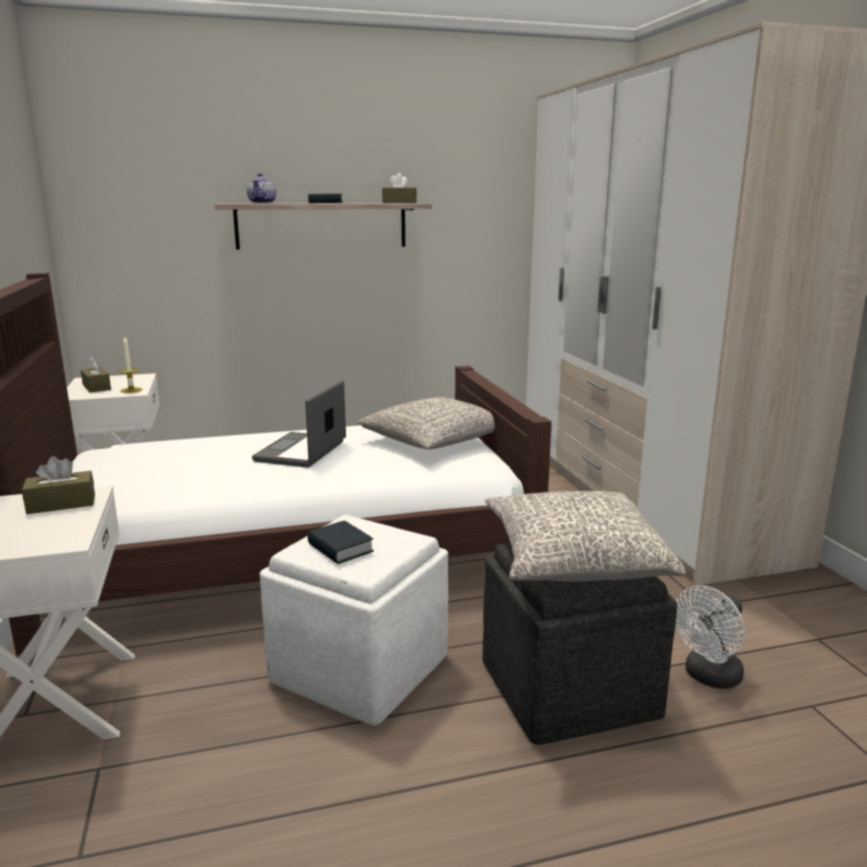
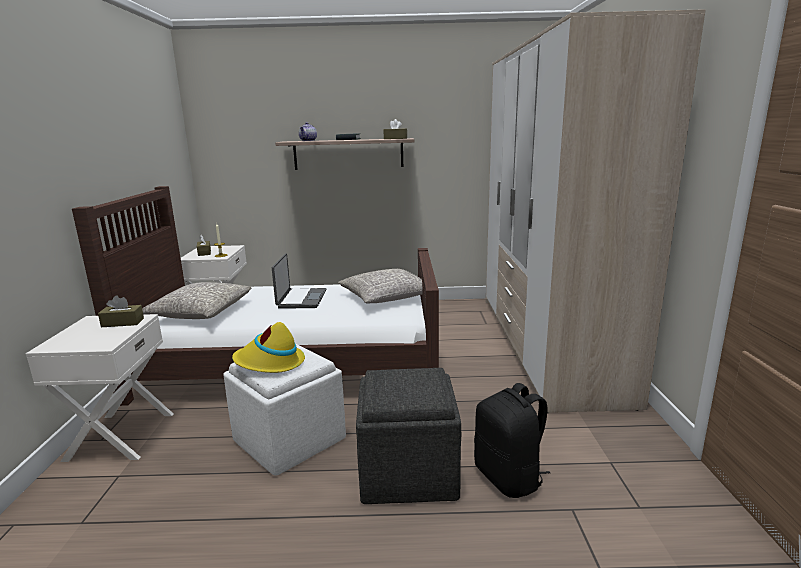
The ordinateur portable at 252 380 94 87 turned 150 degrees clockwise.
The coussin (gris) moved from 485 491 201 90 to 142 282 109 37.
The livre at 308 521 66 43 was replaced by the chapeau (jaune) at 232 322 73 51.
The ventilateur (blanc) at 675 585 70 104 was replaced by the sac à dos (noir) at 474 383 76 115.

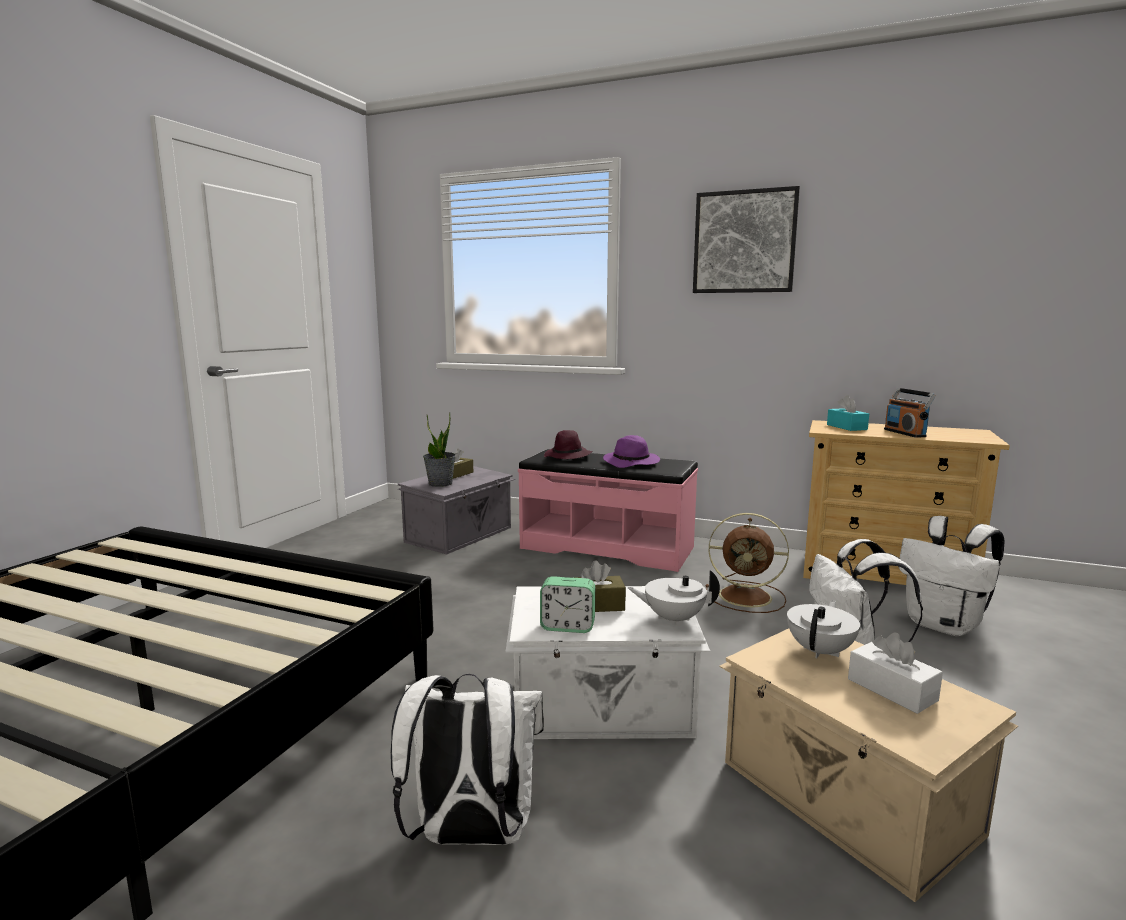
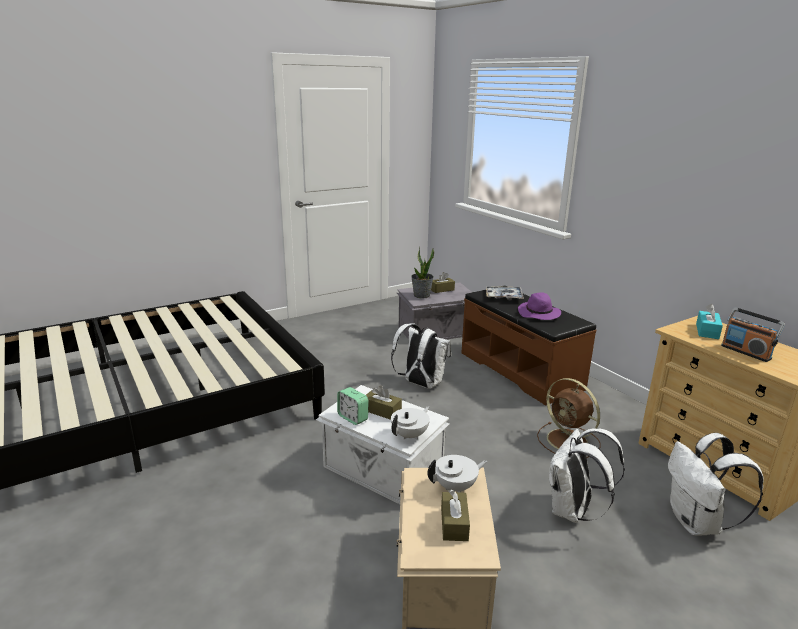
The tableau at 693 186 107 107 disappeared.
The radio at 884 388 52 50 turned 60 degrees counterclockwise.
The chapeau (violet) at 544 430 49 29 was replaced by the plateau at 486 286 38 14.
The banc (rose) at 518 449 180 123 became the banc (marron) at 461 285 135 121.
The théière (blanc) at 628 570 92 56 turned 90 degrees clockwise.
The boîte à mouchoirs (blanc) at 848 633 95 81 became the boîte à mouchoirs (marron) at 441 490 29 51.
The sac à dos (blanc) moved from 391 674 153 171 to 391 323 60 65.

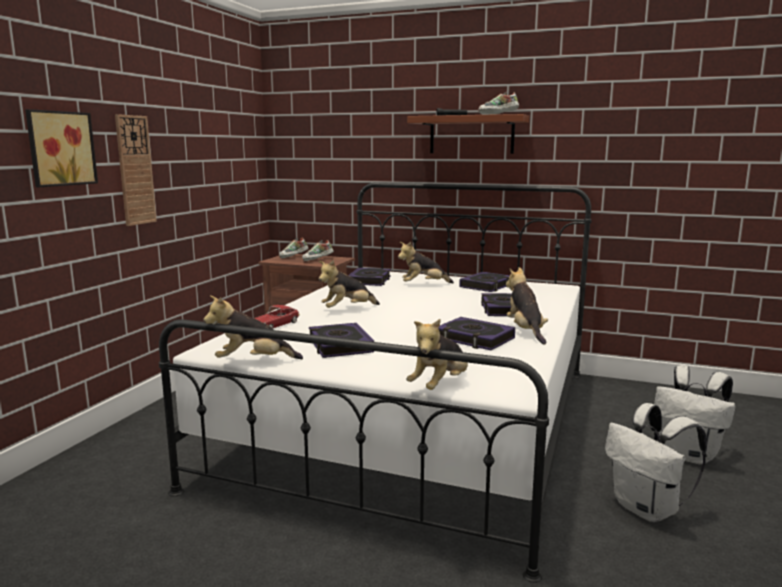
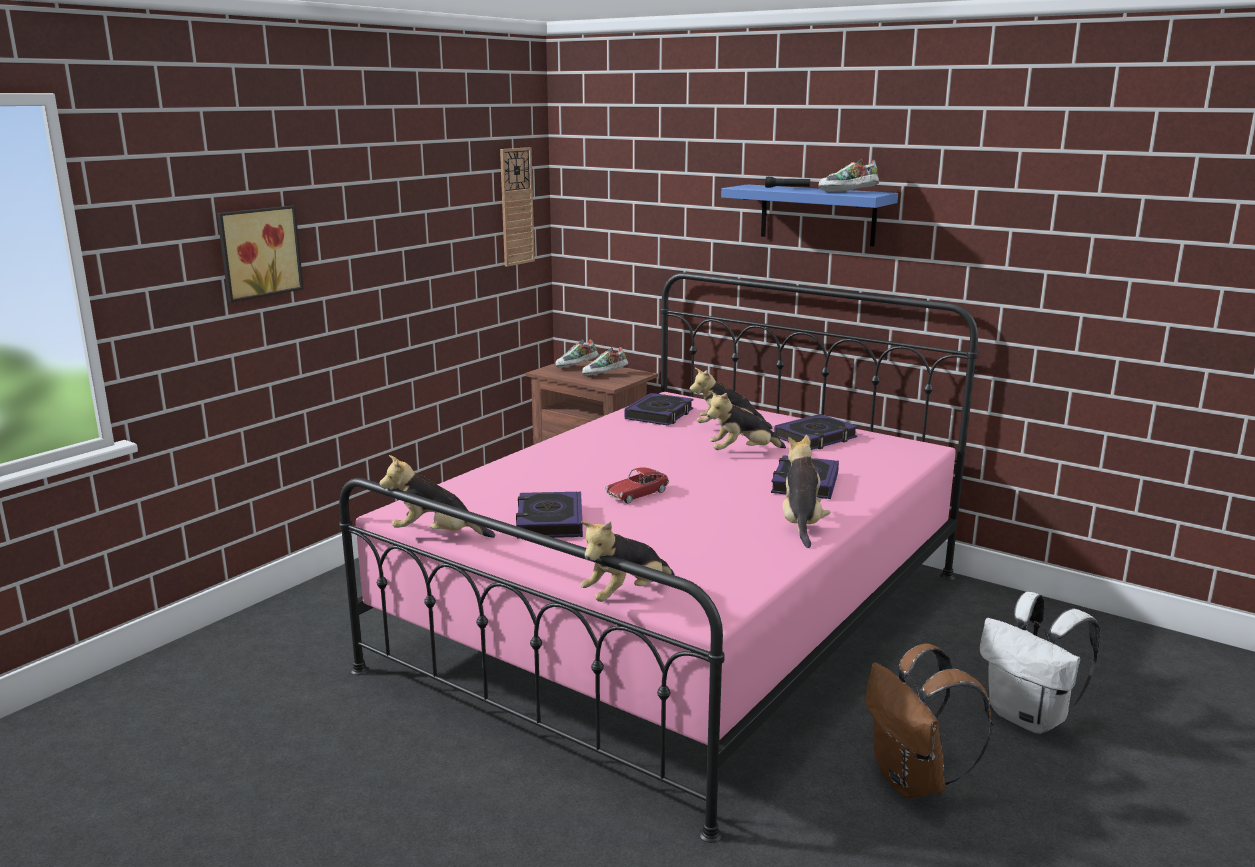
The horloge murale moved from 115 114 42 112 to 500 147 35 120.
The étagère (marron) at 407 114 122 40 became the étagère (bleu) at 721 184 177 62.
The lit (blanc) at 159 183 433 400 became the lit (rose) at 339 272 639 571.
The peluche moved from 319 260 61 48 to 707 391 79 59.
The petite voiture moved from 254 305 46 24 to 605 467 64 37.
The livre at 439 317 76 33 disappeared.
The sac à dos (blanc) at 605 403 102 119 became the sac à dos (marron) at 866 643 127 156.

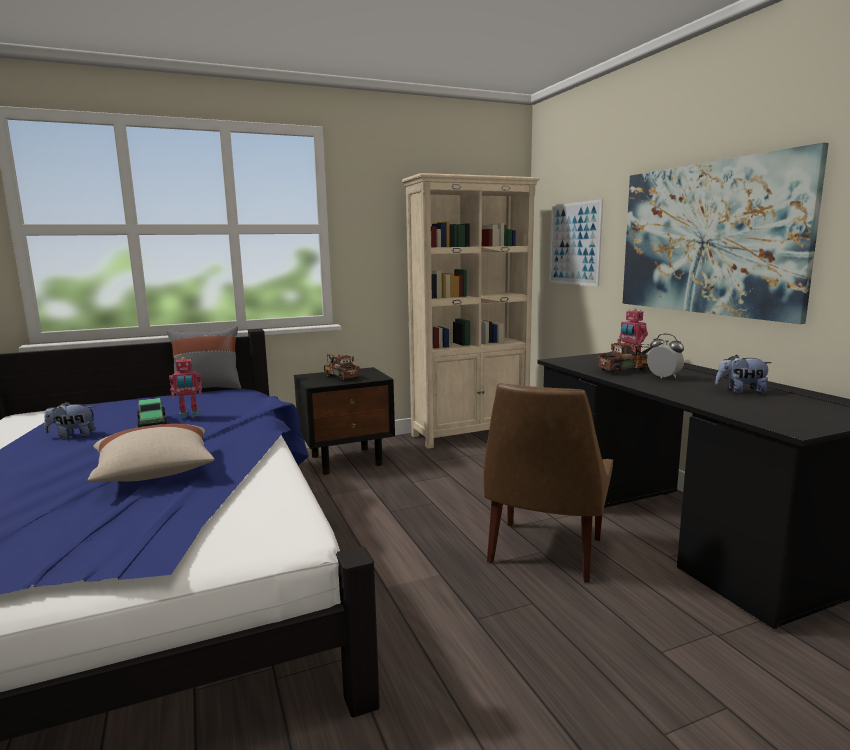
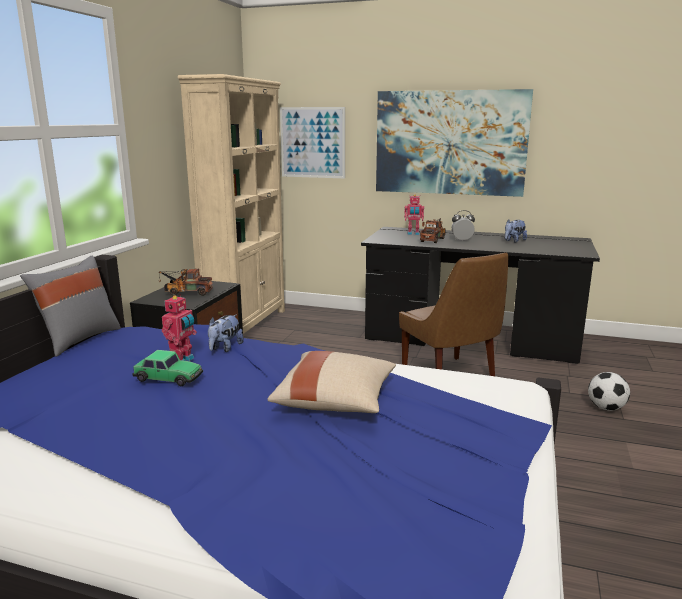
The peluche moved from 44 401 51 38 to 208 314 36 38.
The ballon de foot at 588 372 42 39 appeared.

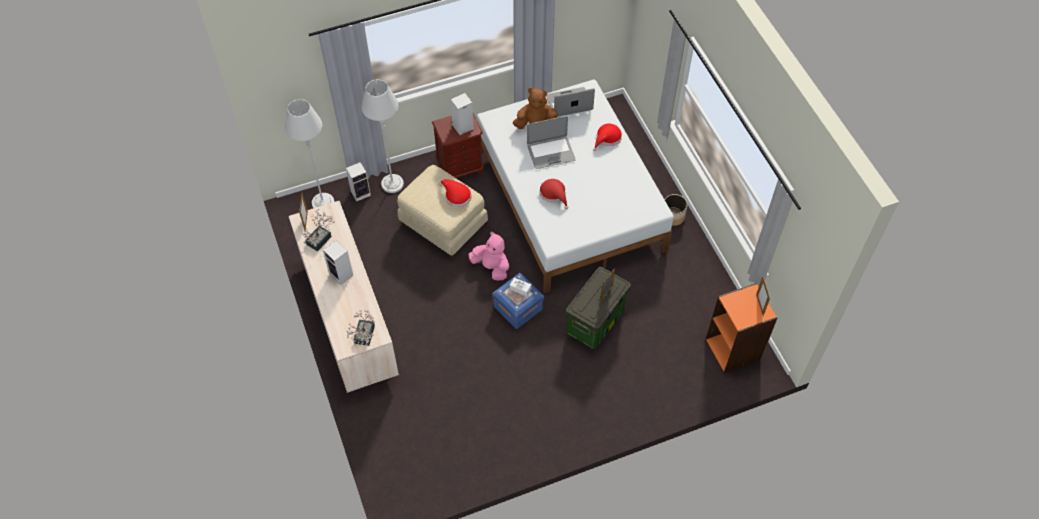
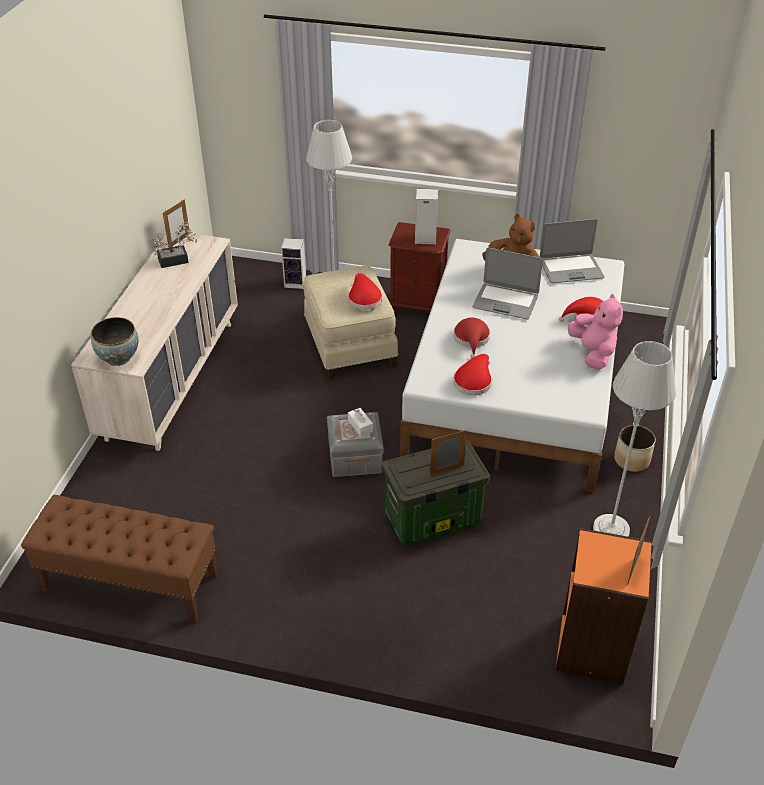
The ordinateur portable at 546 87 49 30 turned 150 degrees clockwise.
The lampadaire (gris) moved from 285 99 50 109 to 593 341 83 196.
The peluche (rose) moved from 468 232 41 49 to 568 294 55 76.
The enceinte at 323 240 30 45 disappeared.
The boîte de rangement (bleu) at 492 273 52 56 became the boîte de rangement (gris) at 327 412 57 65.
The plante en pot at 347 310 28 36 was replaced by the bol at 91 317 48 49.
The chapeau (rouge) at 453 354 39 41 appeared.
The banc (marron) at 21 495 197 128 appeared.

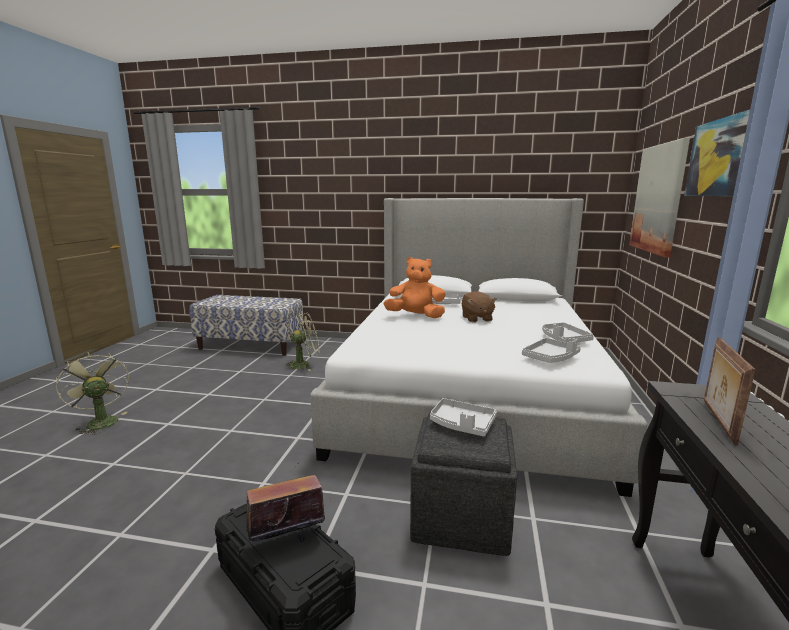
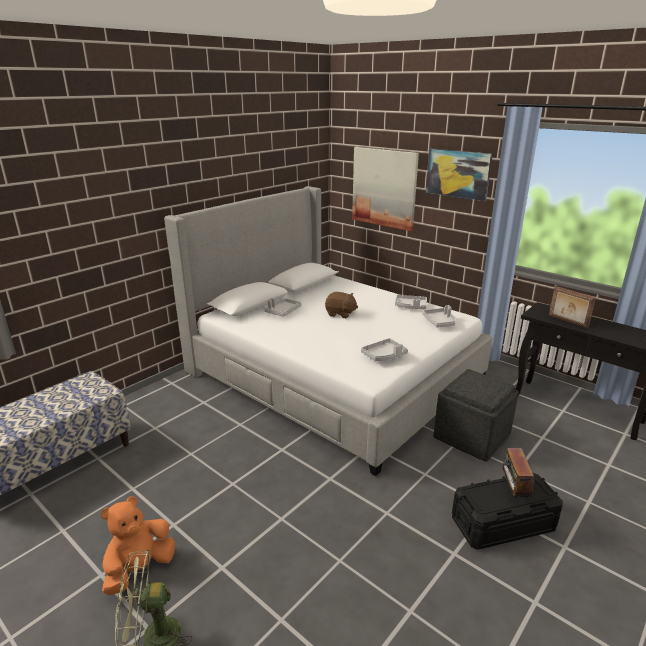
The peluche (orange) moved from 383 257 63 61 to 101 496 74 99.
The ventilateur (vert) at 283 313 37 58 disappeared.
The plateau (gris) moved from 430 398 67 39 to 361 338 47 23.

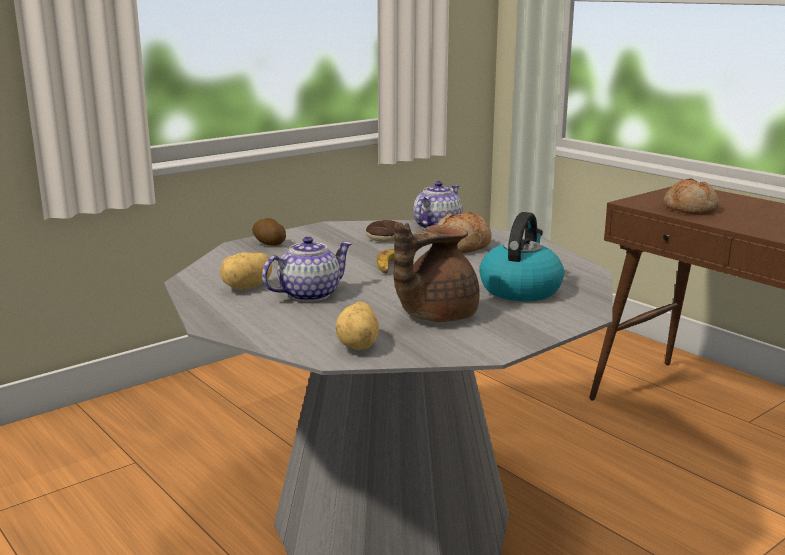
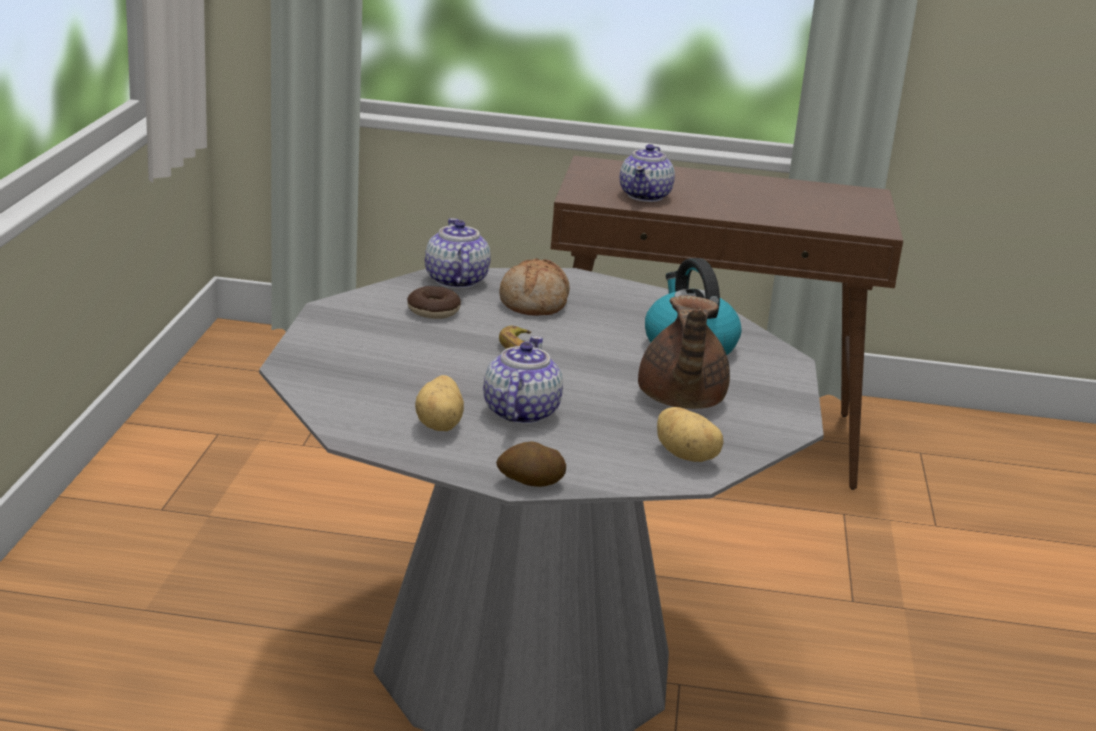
The pain at 664 178 55 37 was replaced by the théière at 620 144 55 58.
The pomme de terre moved from 252 218 34 28 to 496 441 70 46.

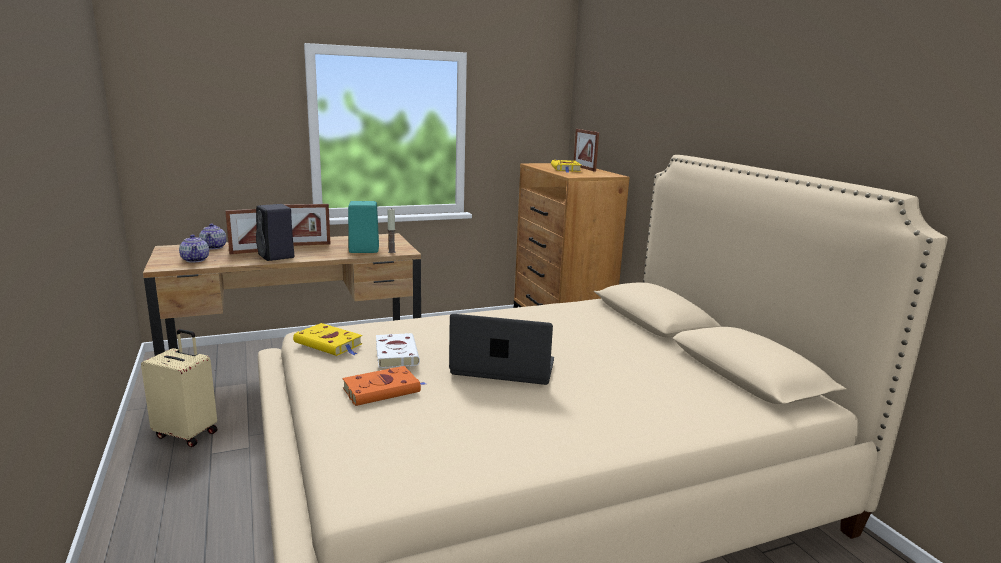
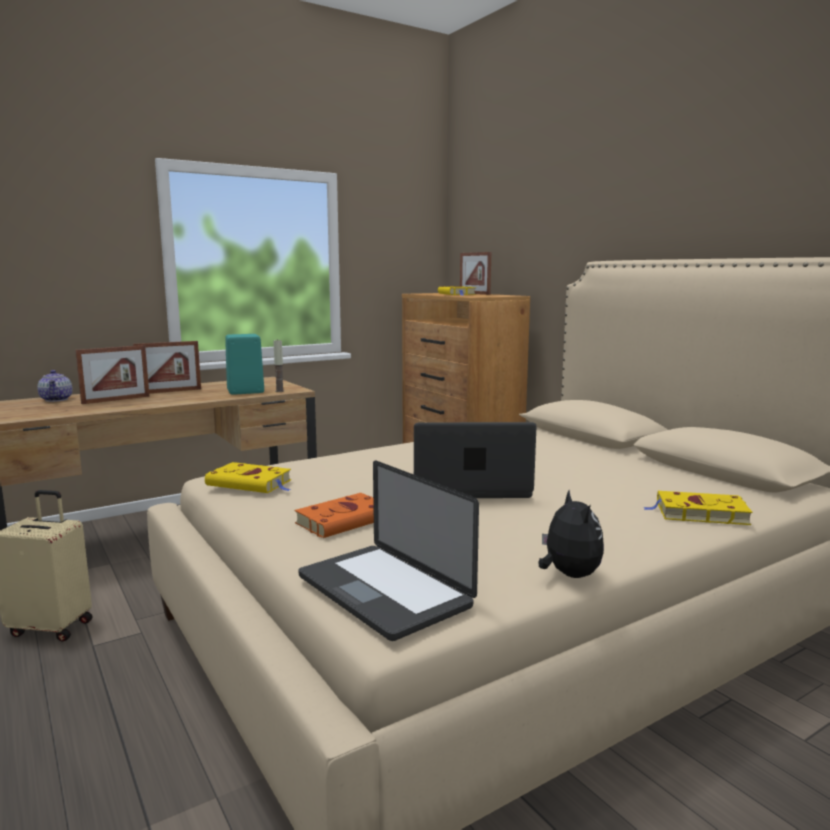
The enceinte (noir) at 256 204 38 57 disappeared.
The théière at 179 234 30 29 disappeared.
The livre (blanc) at 376 333 44 35 disappeared.
The ordinateur portable at 298 461 181 180 appeared.
The peluche at 539 490 65 88 appeared.
The livre (jaune) at 643 491 110 34 appeared.

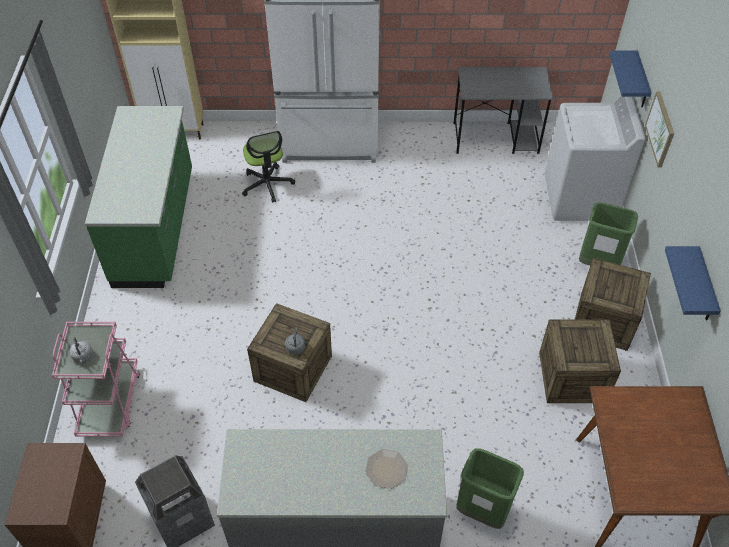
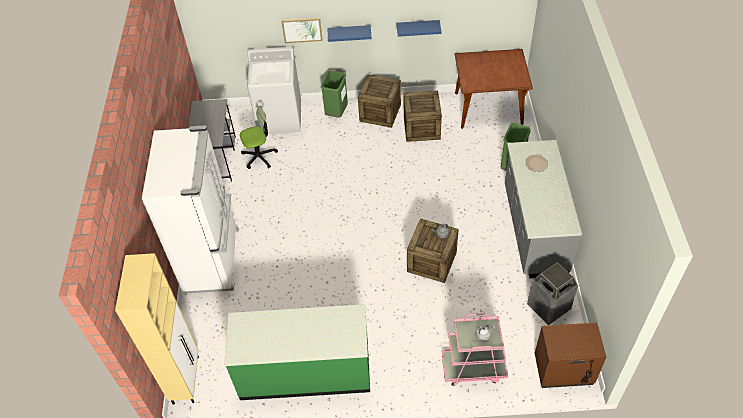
The étagère (bleu) moved from 609 51 42 57 to 328 25 44 17.
The chaise de bureau moved from 242 131 53 72 to 240 105 38 64.

